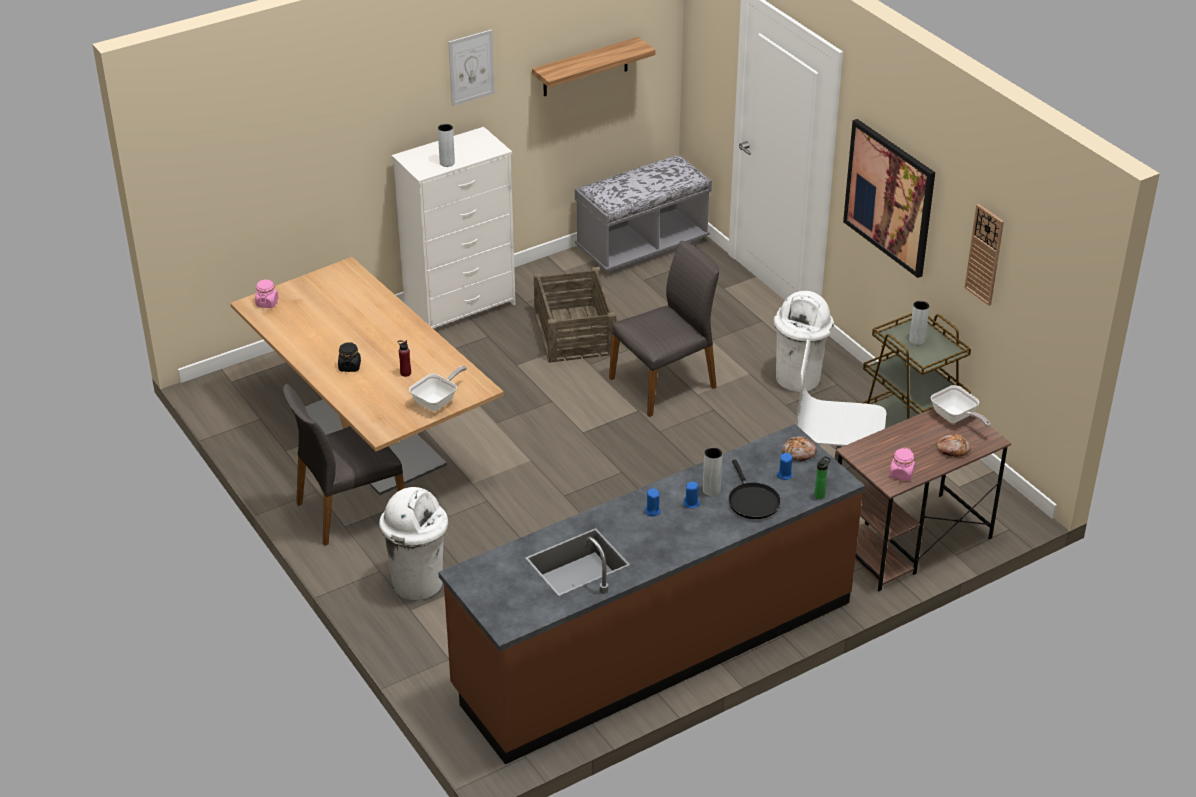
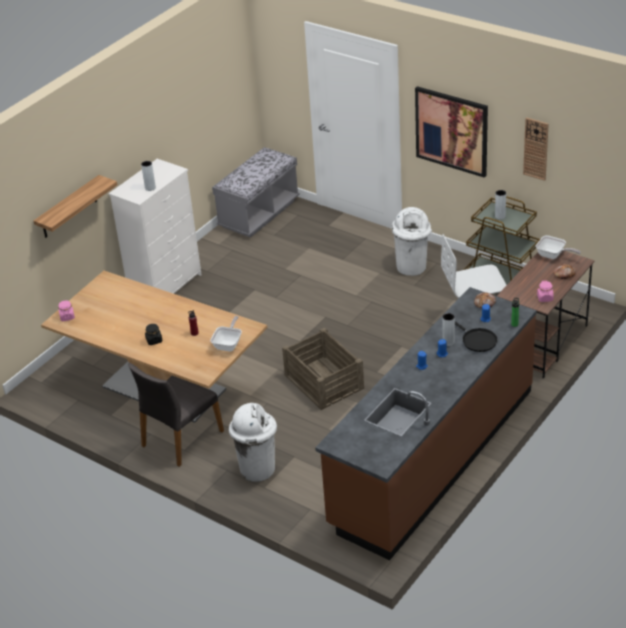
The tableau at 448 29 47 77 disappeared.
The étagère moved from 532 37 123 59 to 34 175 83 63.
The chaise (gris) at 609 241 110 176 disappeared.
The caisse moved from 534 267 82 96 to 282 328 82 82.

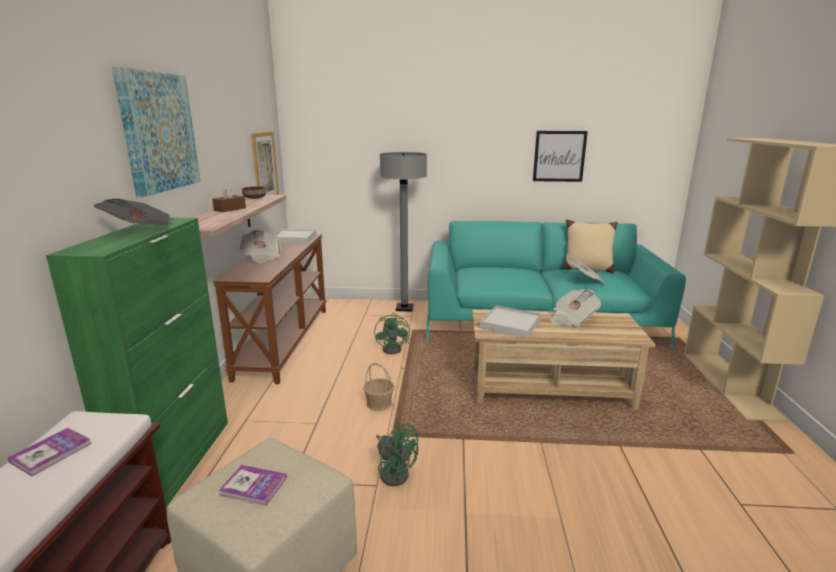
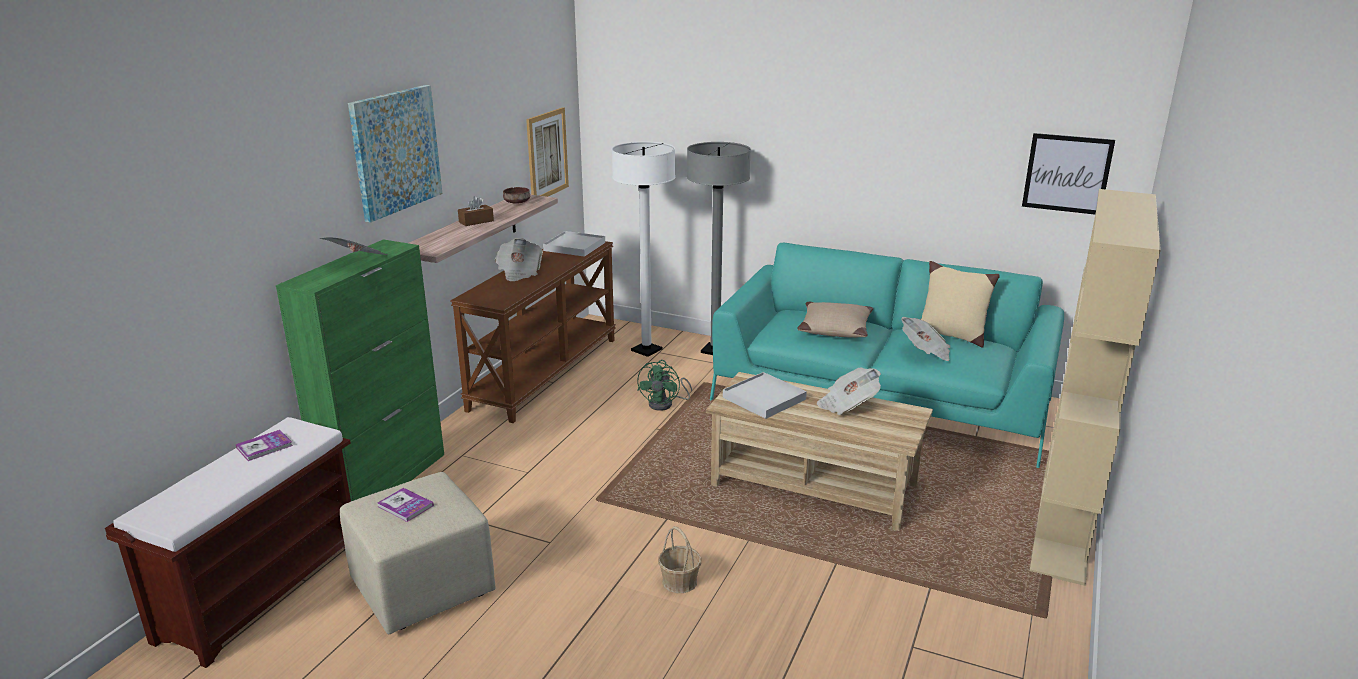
The tableau moved from 533 131 55 51 to 1022 133 93 82.
The panier moved from 363 363 32 48 to 658 526 43 67.
The ventilateur (vert) at 376 422 43 64 disappeared.
The lampadaire (blanc) at 612 141 63 216 appeared.
The coussin (beige) at 797 302 76 36 appeared.

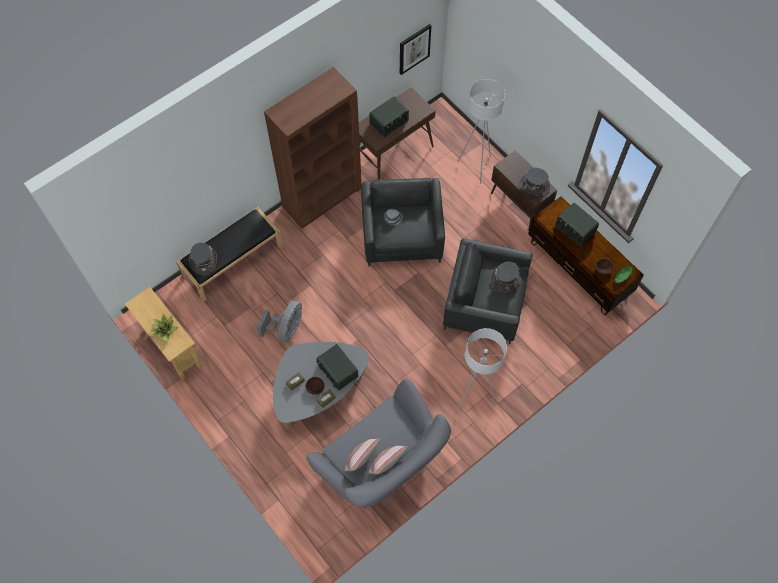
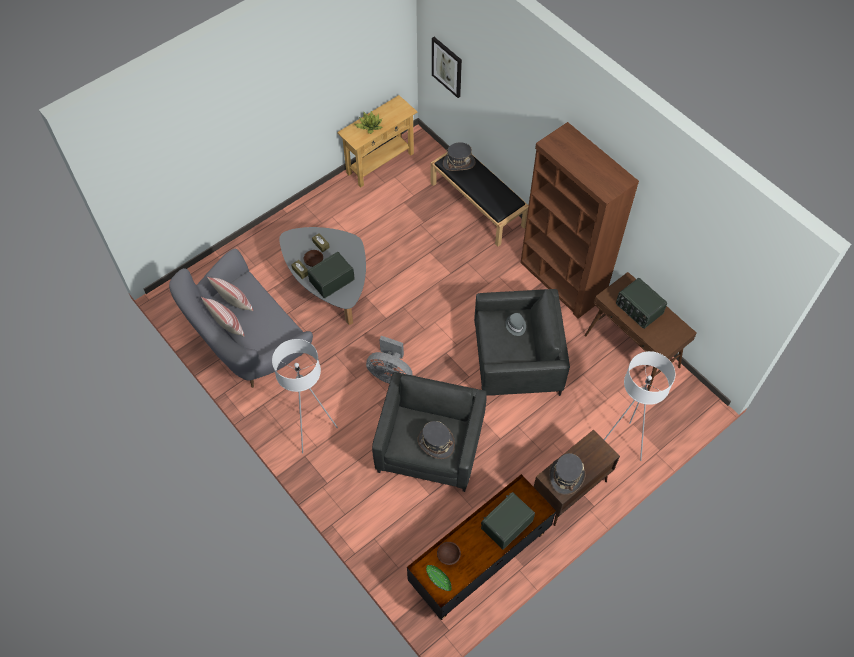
The tableau moved from 400 24 31 51 to 432 37 30 61.
The ventilateur (gris) moved from 256 301 46 41 to 366 336 47 48.

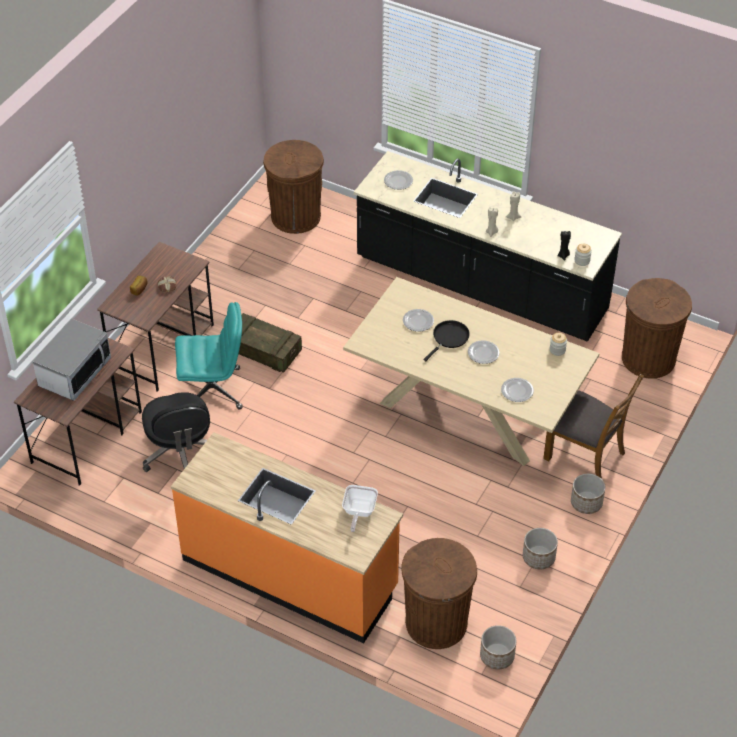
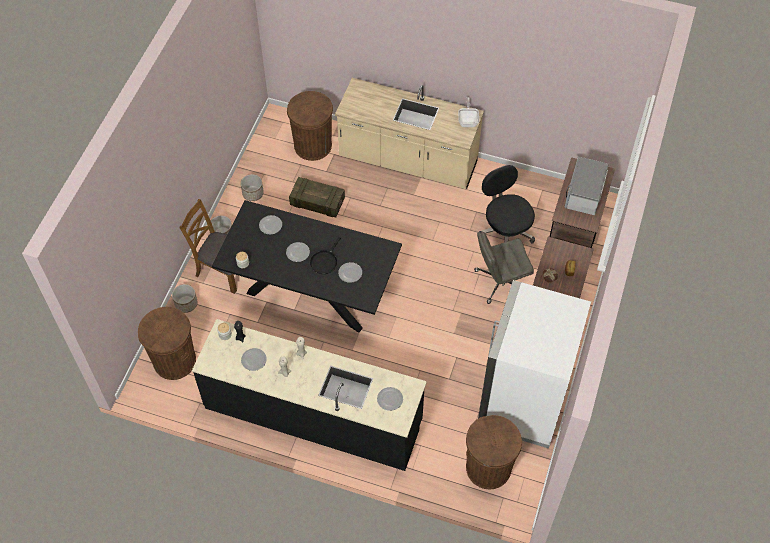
The table à manger (beige) at 343 277 256 189 became the table à manger (noir) at 212 200 190 133.
The chaise de bureau (turquoise) at 175 302 68 107 became the chaise de bureau (gris) at 474 232 60 72.
The caisse moved from 238 313 64 60 to 289 177 56 40.
The comptoir de cuisine (orange) at 171 432 232 212 became the comptoir de cuisine (beige) at 335 78 149 111.
The poêle moved from 342 485 36 47 to 458 97 21 30.
The cache-pot moved from 480 625 36 44 to 172 284 26 29.
The réfrigérateur (blanc) at 478 280 113 169 appeared.
The assiette at 241 348 26 23 appeared.

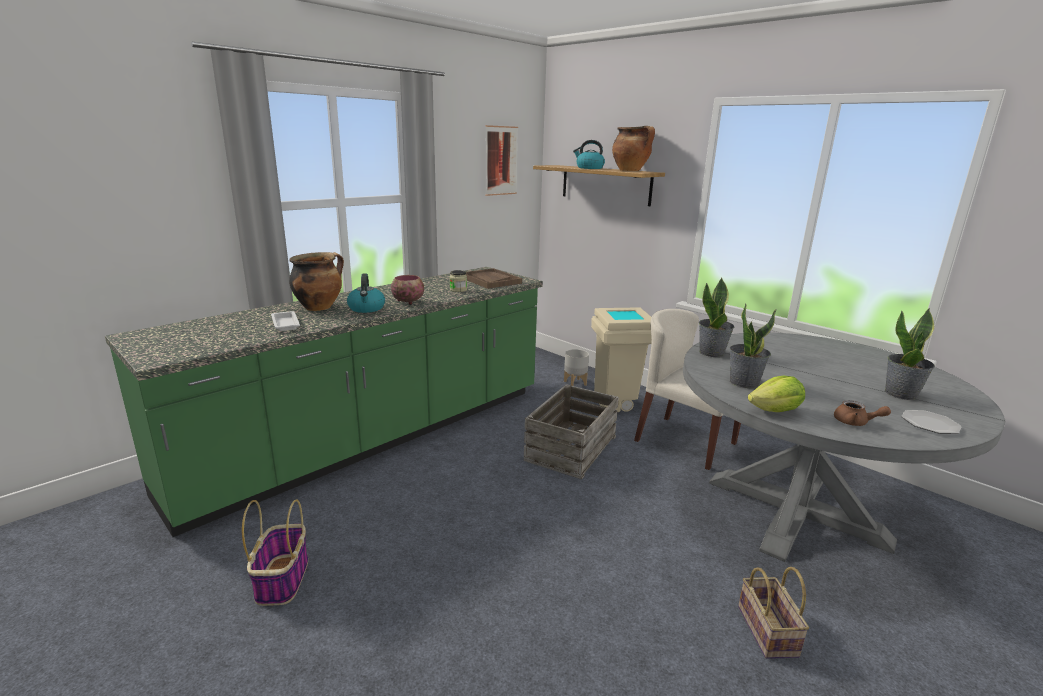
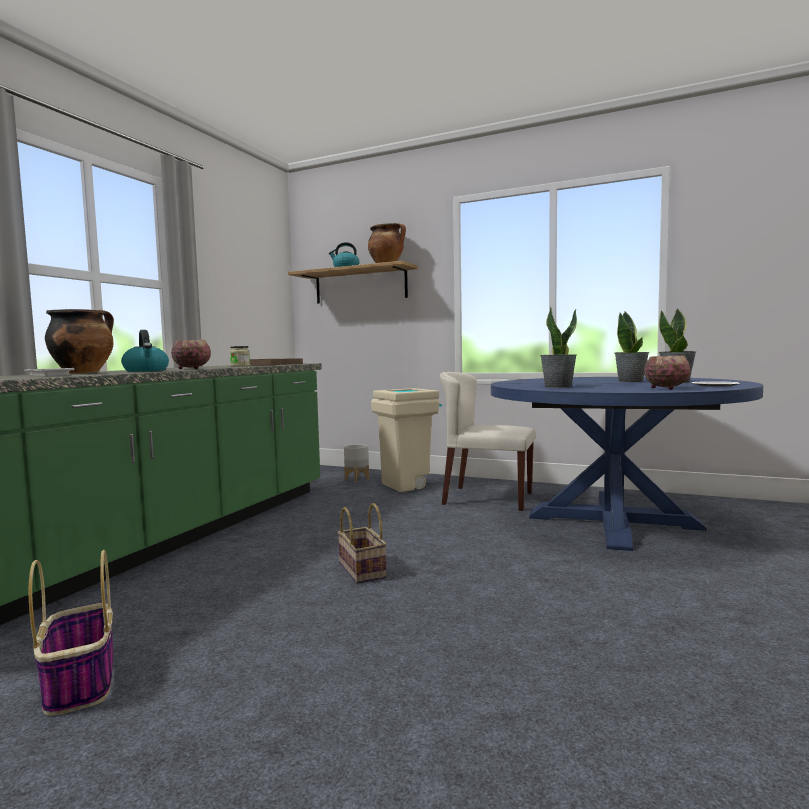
The tableau at 485 125 33 71 disappeared.
The plante en pot moved from 699 278 35 79 to 615 312 34 70.
The table à manger (gris) at 683 333 323 229 became the table à manger (bleu) at 491 377 272 174.
The laitue at 748 376 57 36 disappeared.
The caisse at 524 384 95 95 disappeared.
The théière (marron) at 834 400 57 26 was replaced by the bol at 644 356 47 34.
The panier moved from 738 567 71 92 to 337 503 50 81.

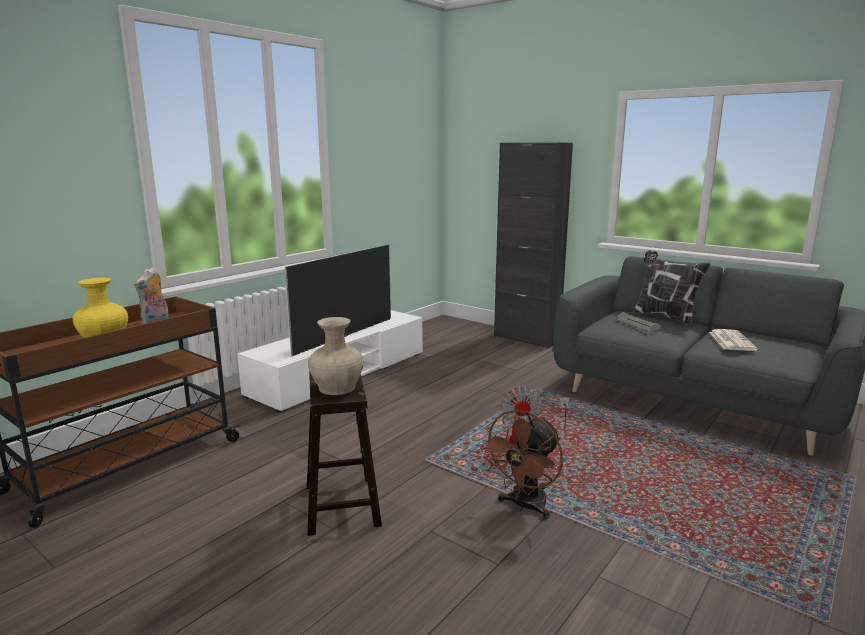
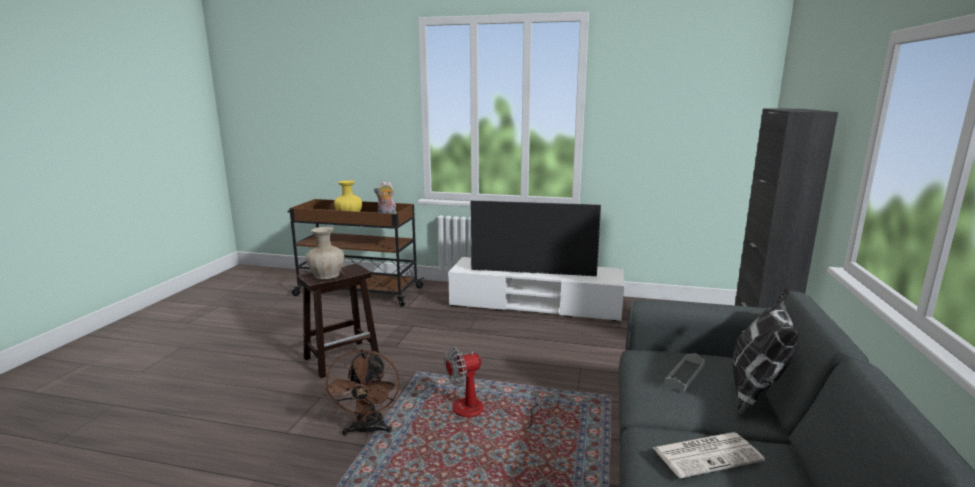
The ventilateur (marron) at 480 410 83 109 turned 105 degrees counterclockwise.

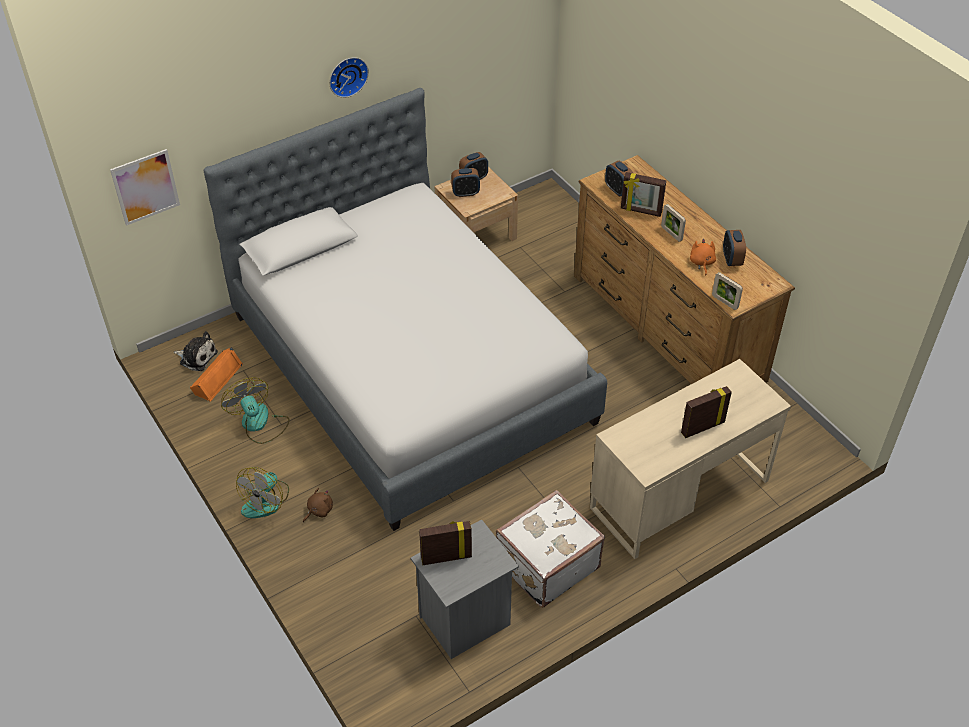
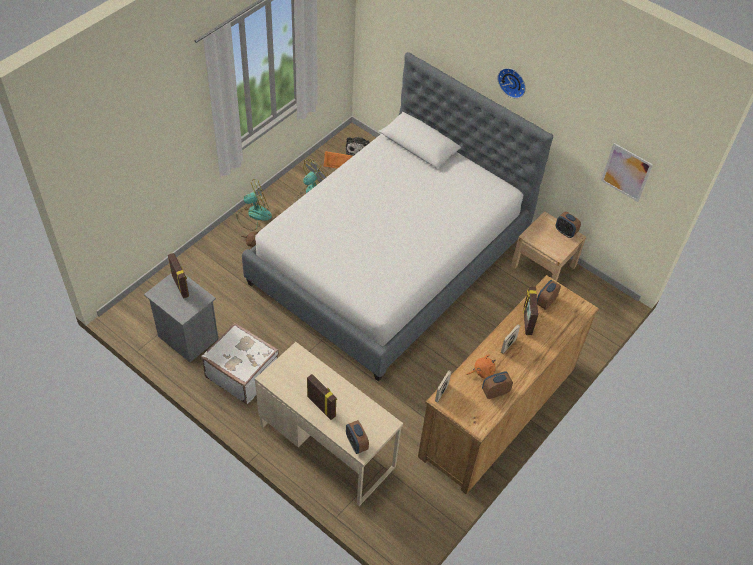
The tableau moved from 110 149 70 77 to 601 143 52 59.
The réveil moved from 451 168 29 29 to 346 420 23 34.
The ventilateur at 236 467 53 51 turned 150 degrees clockwise.

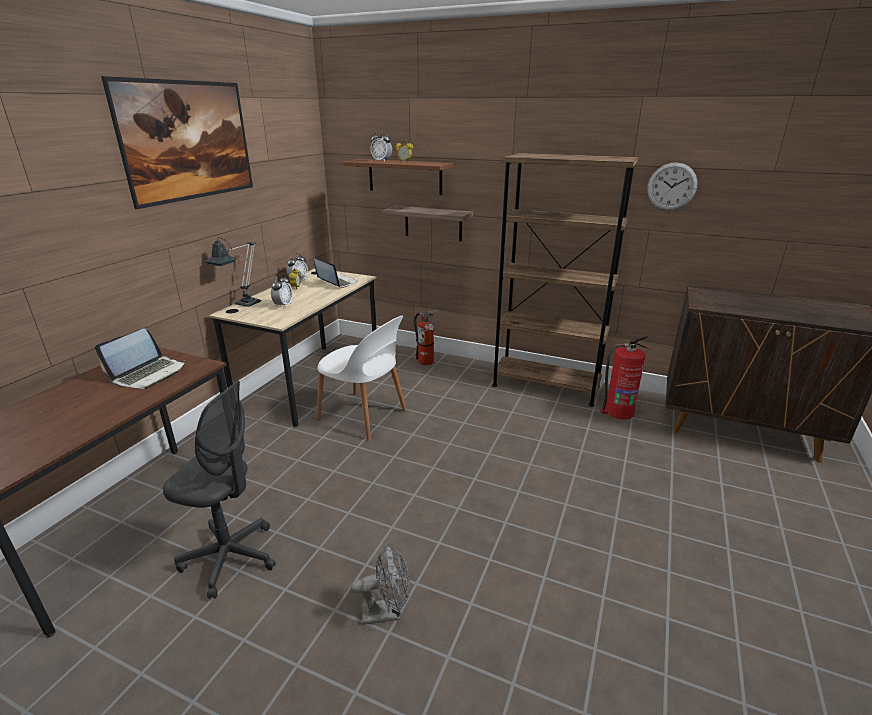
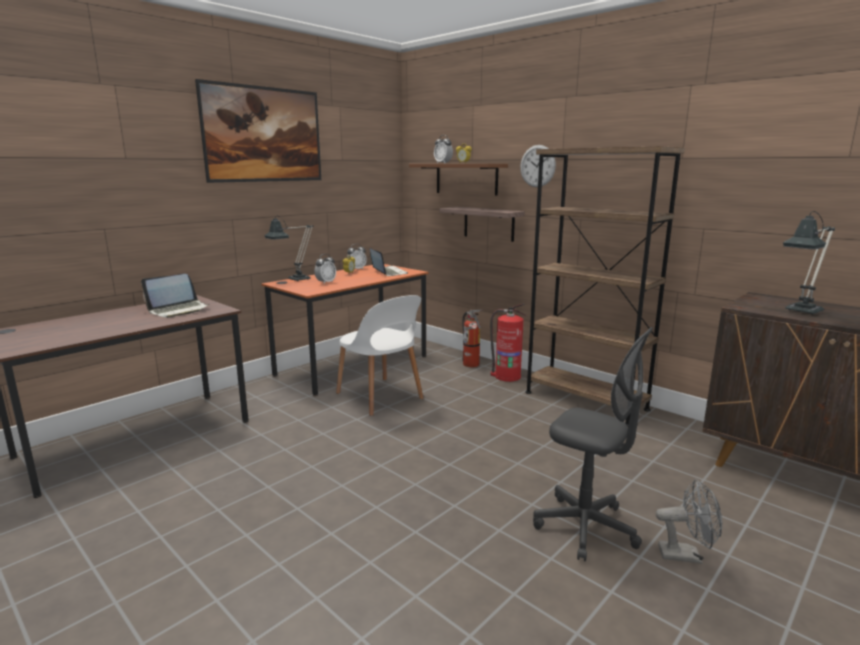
The horloge murale moved from 647 162 51 48 to 520 145 36 42.
The bureau (beige) at 209 268 168 159 became the bureau (orange) at 261 264 168 132.
The extincteur moved from 600 336 49 83 to 490 304 37 78.
The chaise de bureau (gris) moved from 163 381 113 218 to 533 327 120 234.
The ventilateur (gris) moved from 351 544 59 81 to 656 479 66 85.
The lampe de table at 783 211 52 104 appeared.

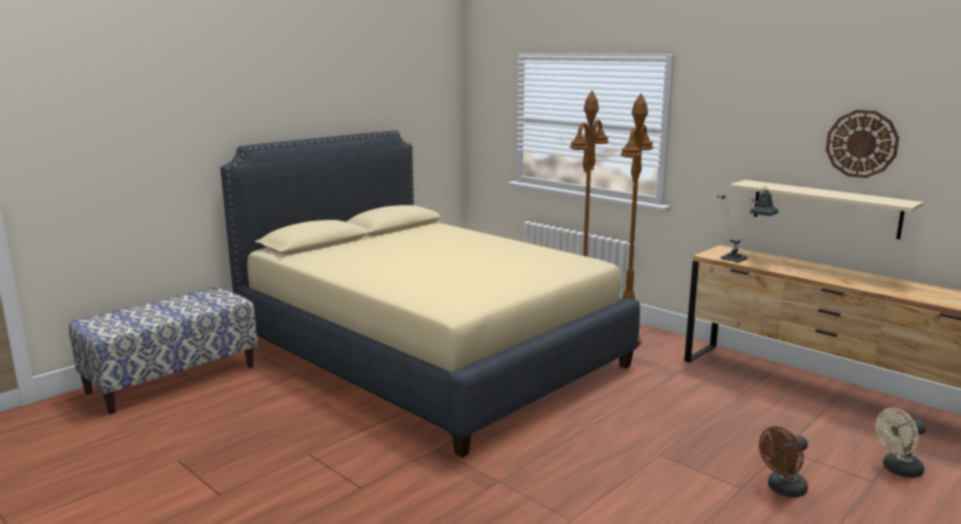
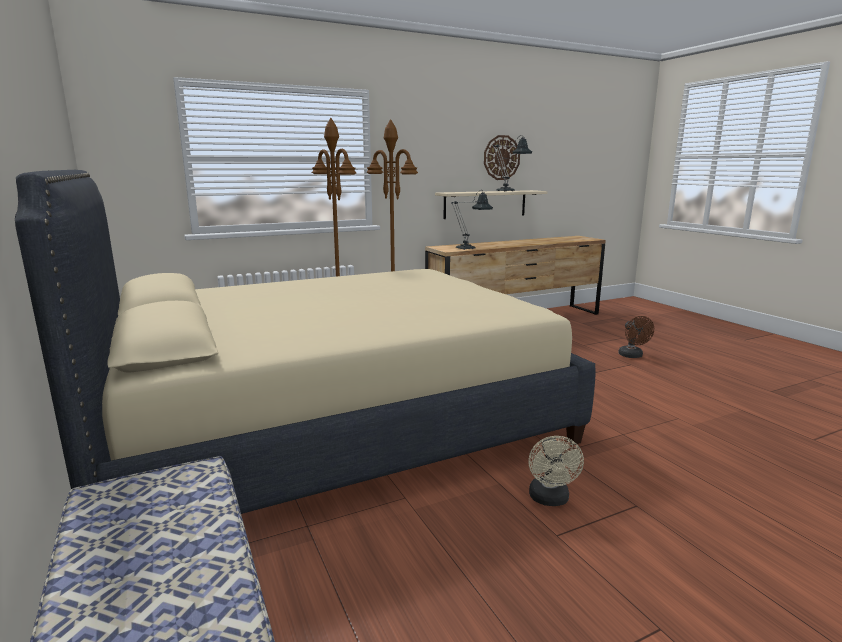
The ventilateur (beige) moved from 876 408 50 70 to 528 436 56 70.
The lampe de table at 493 135 39 57 appeared.

